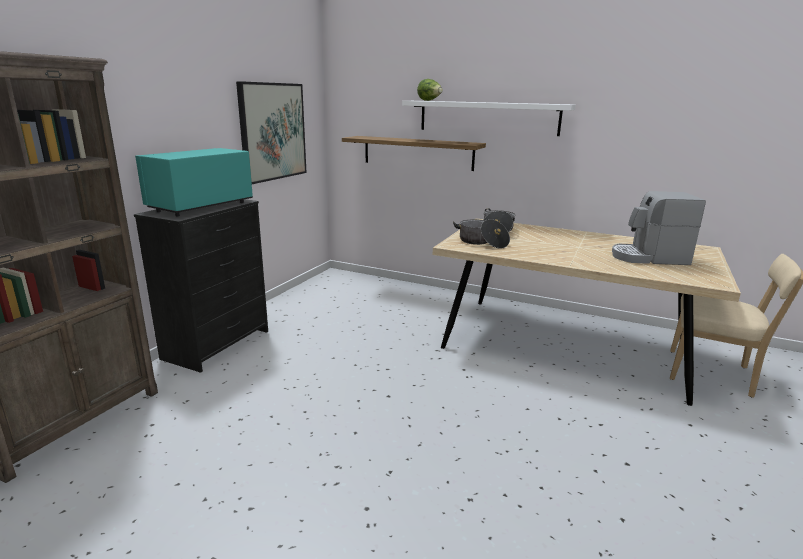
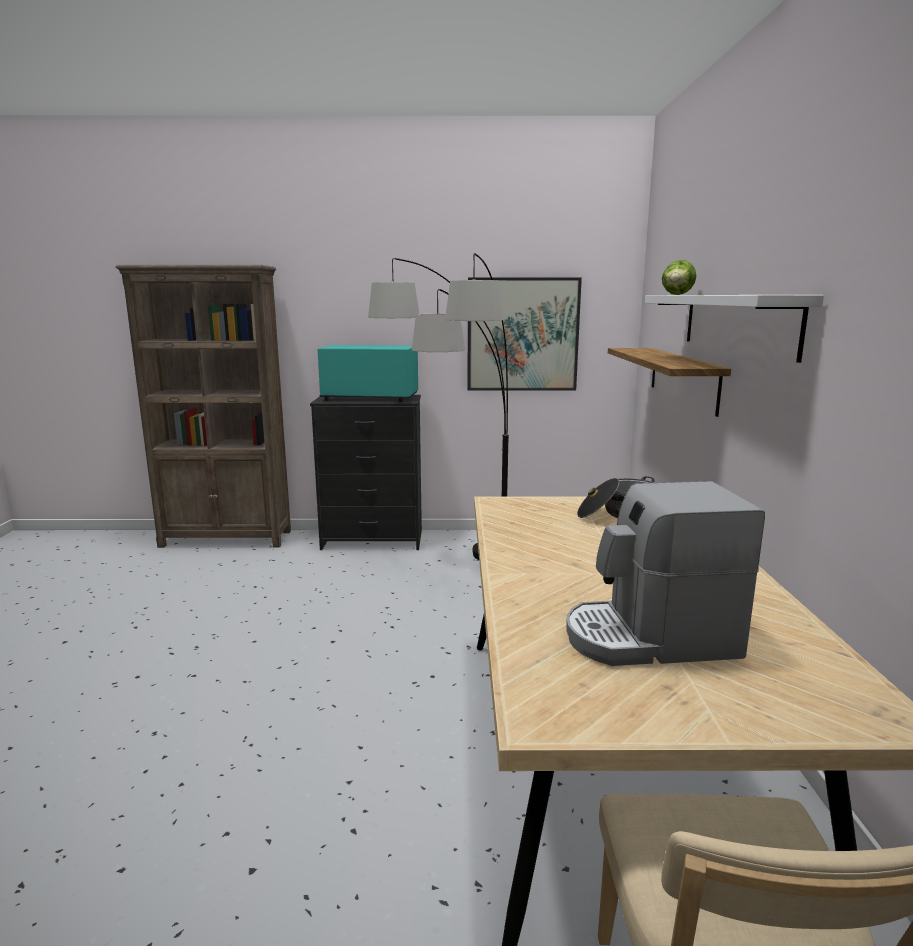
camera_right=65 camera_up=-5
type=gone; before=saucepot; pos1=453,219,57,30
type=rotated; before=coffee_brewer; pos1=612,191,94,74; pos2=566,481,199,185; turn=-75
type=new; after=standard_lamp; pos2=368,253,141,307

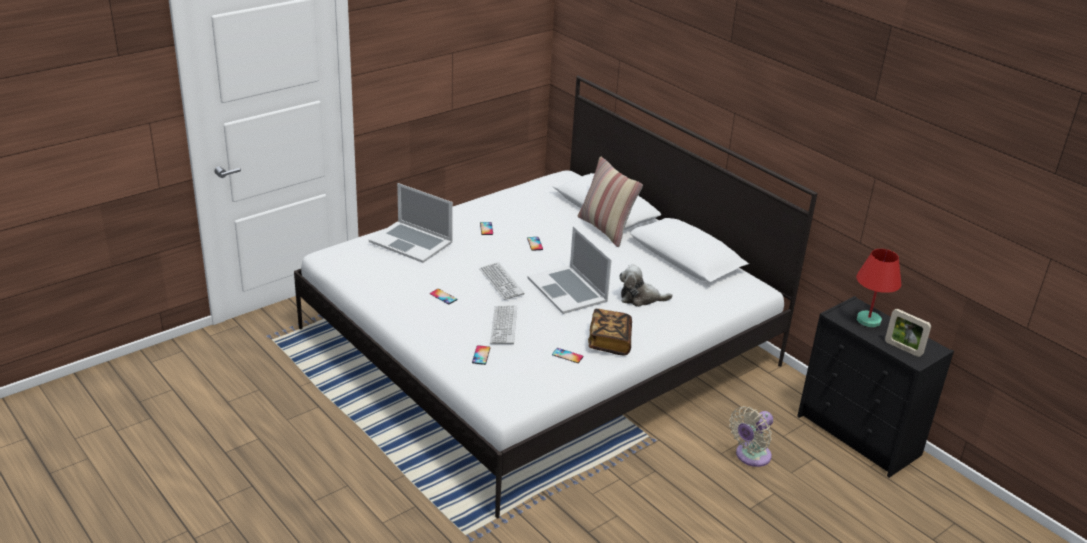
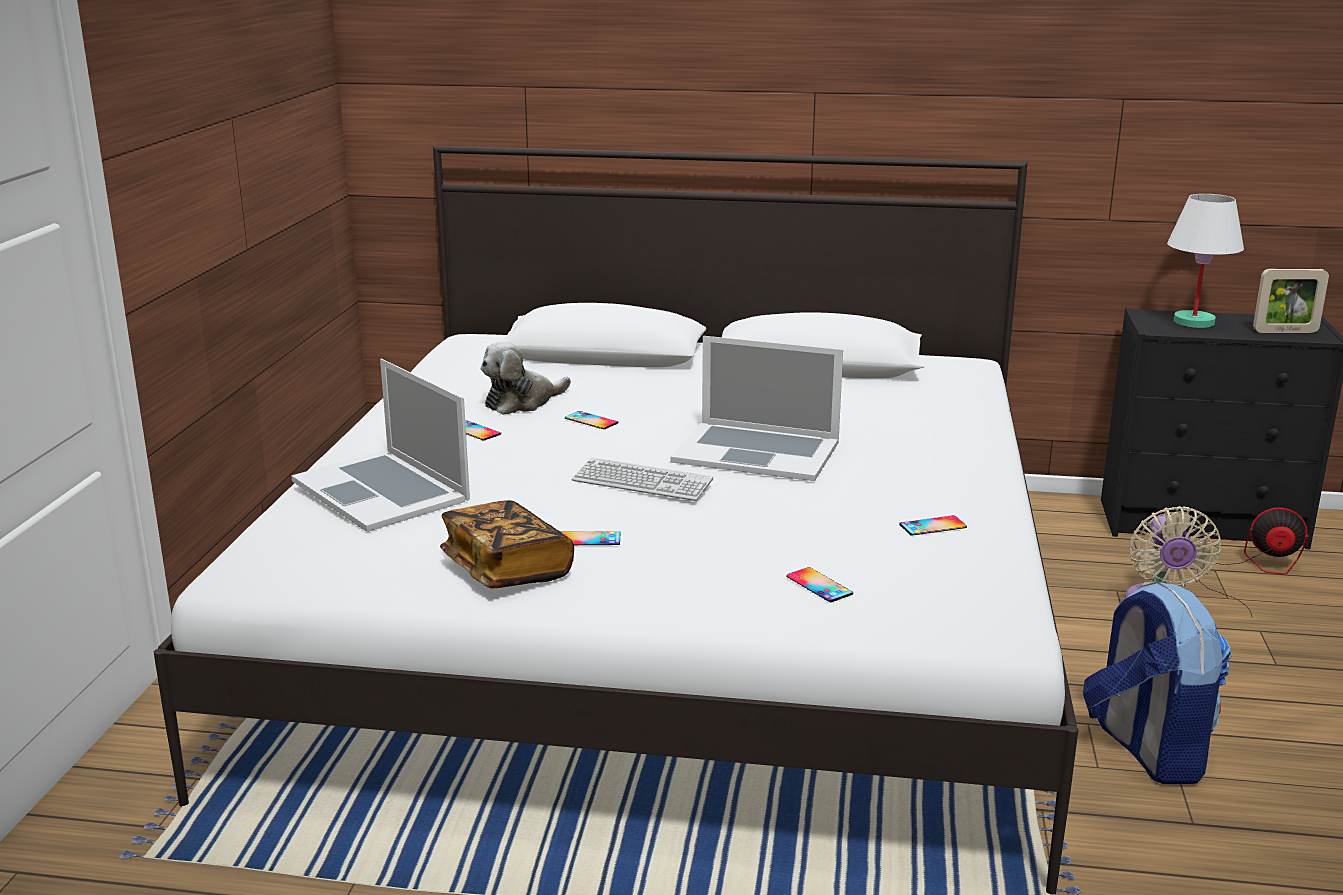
camera_right=-40 camera_up=-10
type=rotated; before=laptop; pos1=369,183,84,80; pos2=291,359,179,173; turn=60
type=gone; before=keyboard; pos1=490,305,27,39
type=gone; before=cushion; pos1=578,156,65,91
type=shifted; before=bound_book; pos1=588,309,44,46; pos2=440,500,134,88
type=shifted; before=cuddly_toy; pos1=619,265,54,42; pos2=481,341,90,74
type=repainted; before=red-coloured_table_lamp; after=whitish_table_lamp; pos1=856,249,45,78; pos2=1167,194,77,134
type=new; after=backpack; pos2=1083,582,149,202
type=new; after=electric_fan; pos2=1197,507,112,110

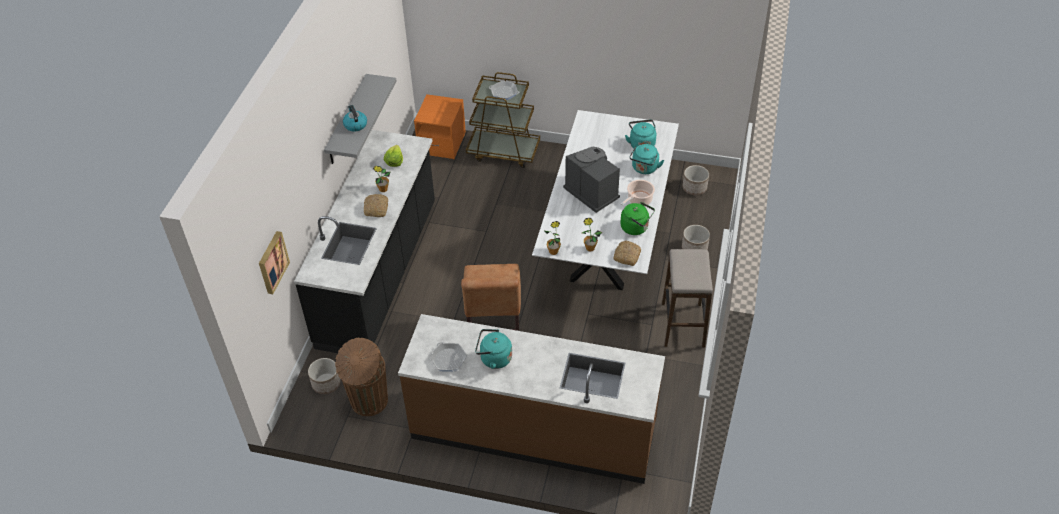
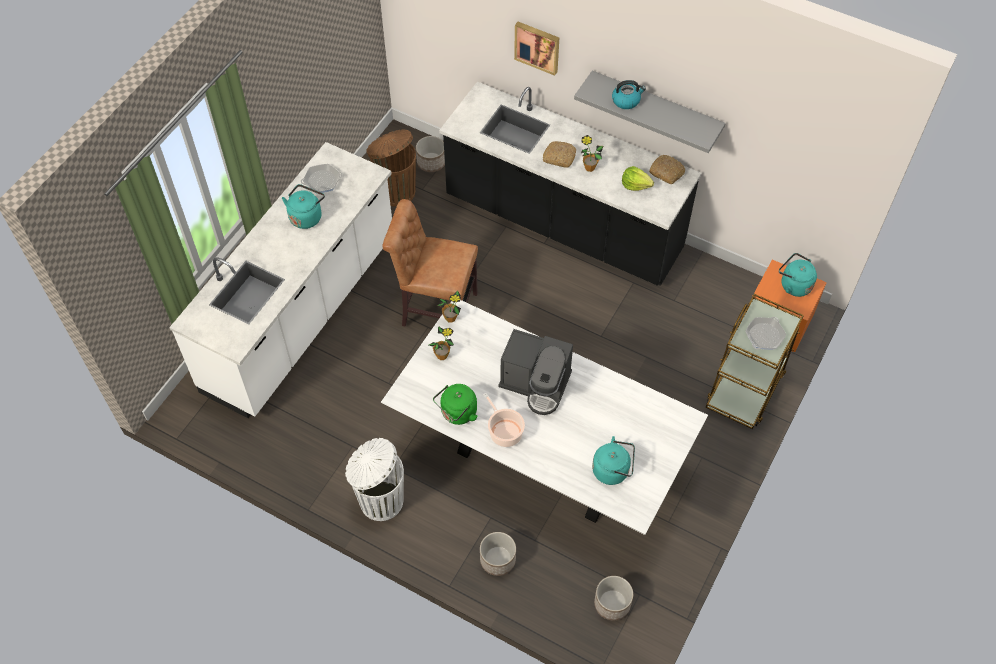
camera_right=105 camera_up=10
type=shifted; before=picture; pos1=259,231,31,63; pos2=514,22,45,54
type=repainted; before=brownish_kitchen_base_unit; after=whitish_kitchen_base_unit; pos1=398,314,267,170; pos2=169,142,223,276
type=rotated; before=coffee_brewer; pos1=563,147,57,66; pos2=498,329,75,86; turn=45
type=shifted; before=baked_bread; pos1=613,241,28,25; pos2=649,155,36,29
type=shifted; before=turquoise-coloured_tea_kettle; pos1=630,144,34,30; pos2=779,253,38,44
type=swapped; before=stool_seat; after=whitish_rubbish_bin; pos1=662,249,51,99; pos2=345,438,59,83

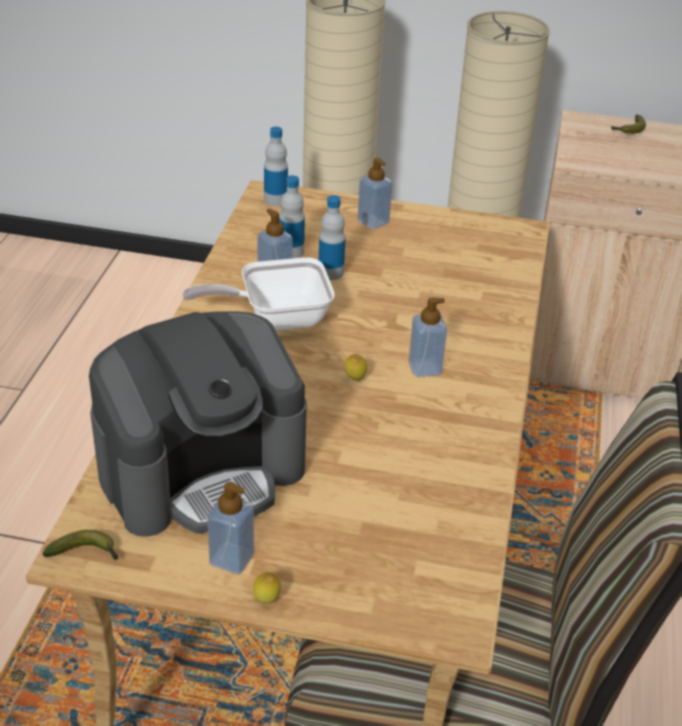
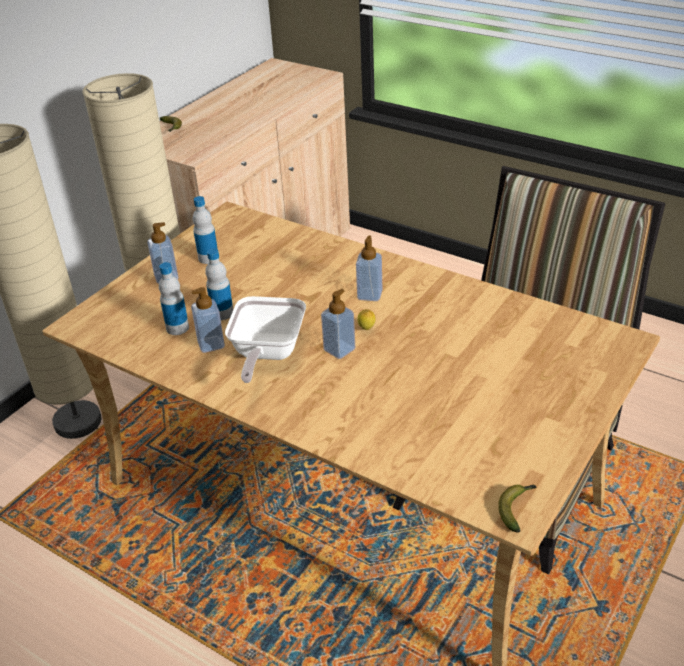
camera_right=-65 camera_up=0
type=gone; before=coffee_brewer; pos1=89,311,218,226
type=shifted; before=soap_bottle; pos1=207,482,47,92; pos2=321,289,34,70
type=gone; before=whole_lemon; pos1=253,572,28,32
type=shifted; before=beverage_bottle; pos1=264,127,24,79; pos2=193,196,25,68

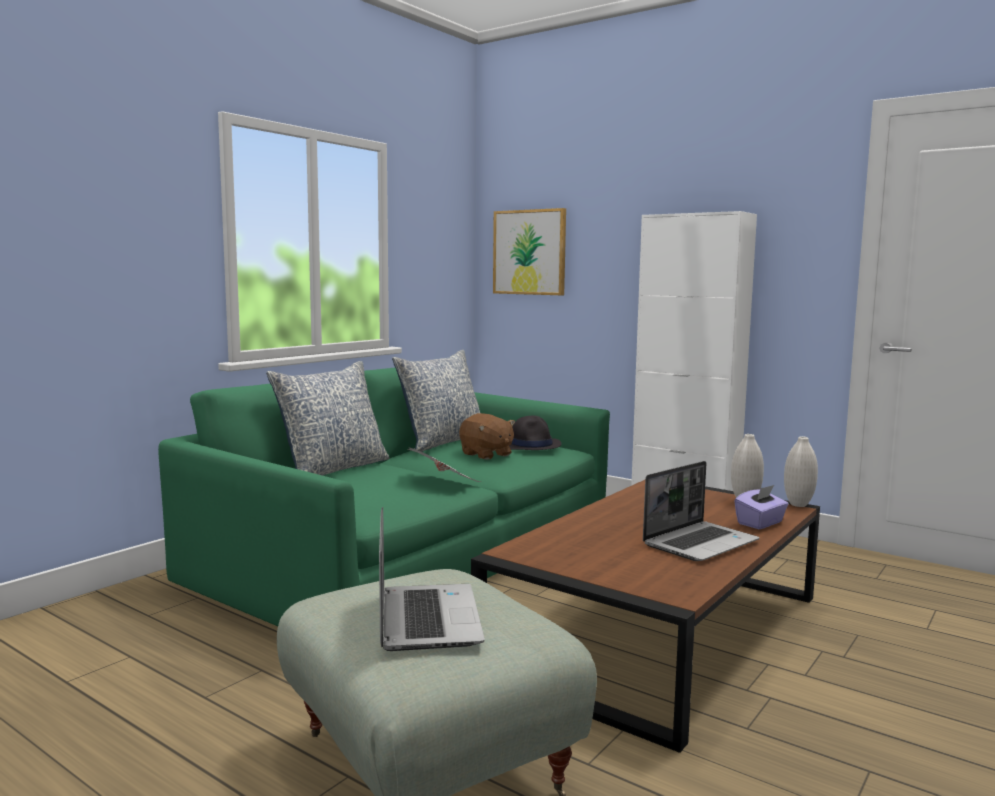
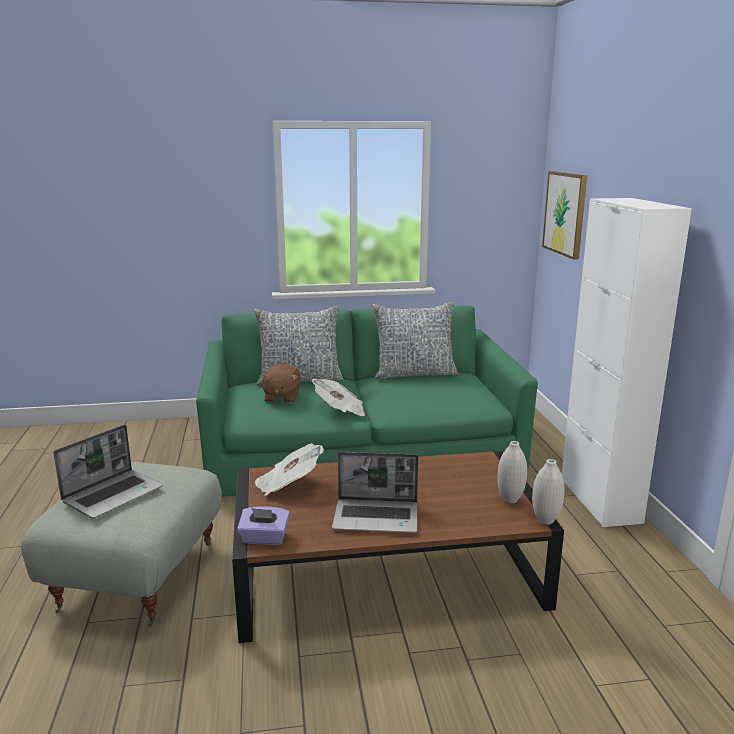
camera_right=45 camera_up=10
type=shifted; before=brownish_cuddly_toy; pos1=459,413,56,47; pos2=259,363,41,40
type=gone; before=blackish_clothing_hat; pos1=509,416,52,34
type=shifted; before=purple-coloured_tissue_box; pos1=734,485,55,44; pos2=237,506,53,39
type=new; after=printed_paper; pos2=254,443,70,53

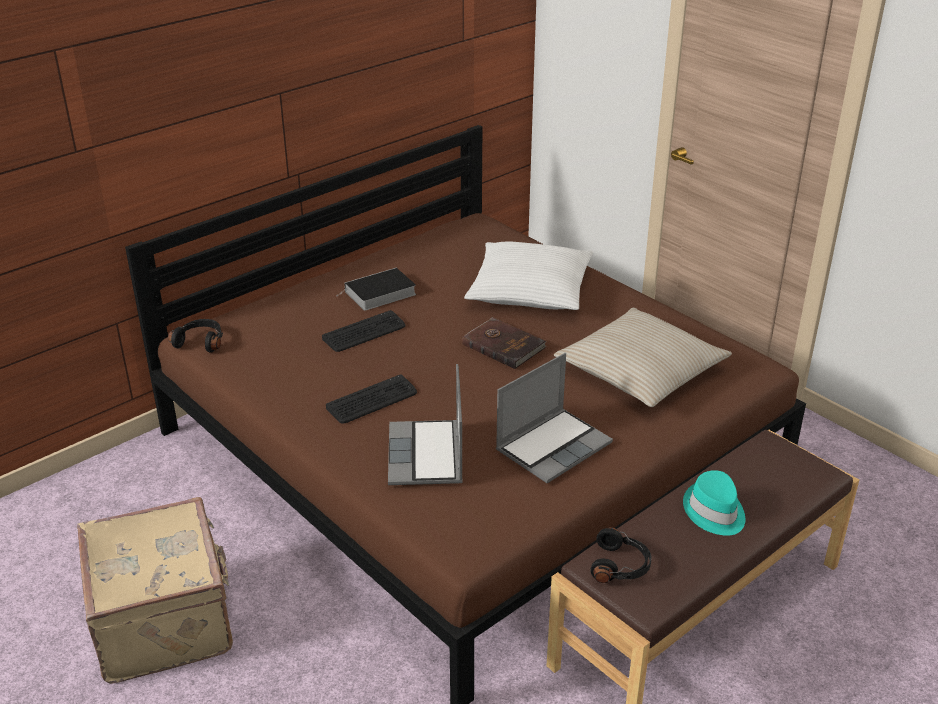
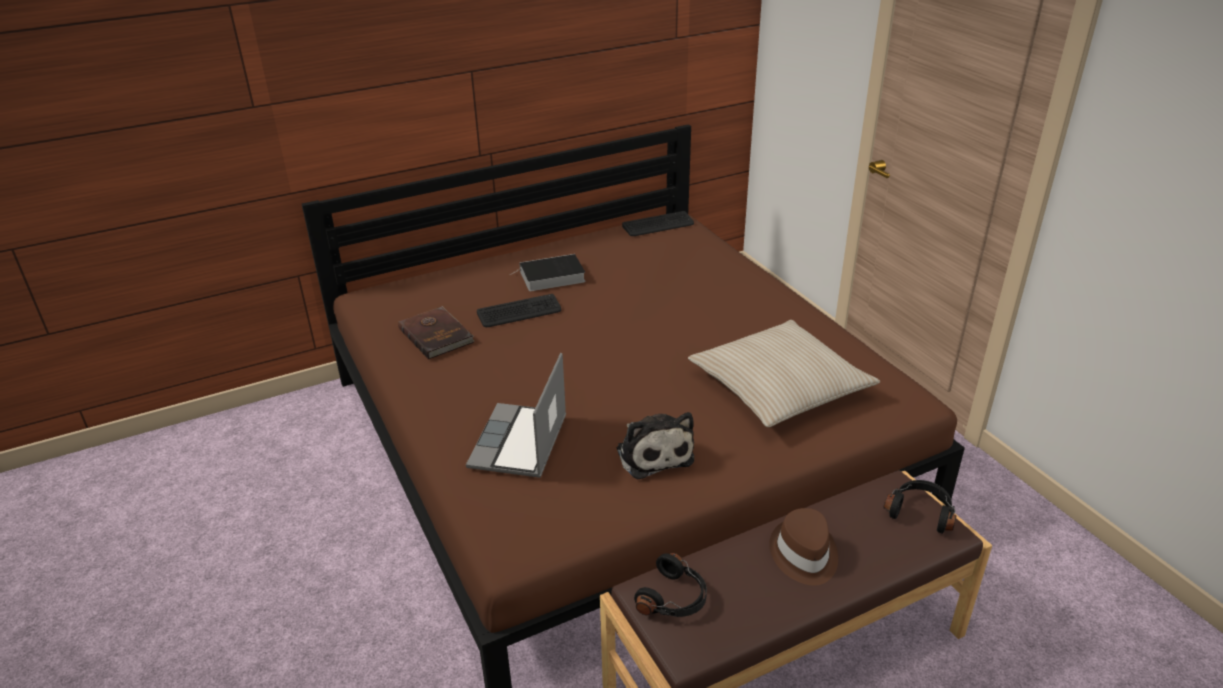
camera_right=15 camera_up=0
type=gone; before=beige-coloured_travel_case; pos1=77,497,156,187
type=shifted; before=blackish_headset; pos1=168,319,55,34; pos2=883,480,73,54
type=shifted; before=keyboard; pos1=326,374,91,49; pos2=622,211,72,25
type=shifted; before=brownish_bound_book; pos1=462,317,84,52; pos2=398,306,76,53
type=gone; before=whitish_cushion; pos1=464,242,129,68
type=swapped; before=laptop; after=cuddly_toy; pos1=496,353,117,130; pos2=617,412,77,68
type=repainted; before=turquoise-coloured_clothing_hat; after=brownish_clothing_hat; pos1=683,470,62,66; pos2=769,508,69,78

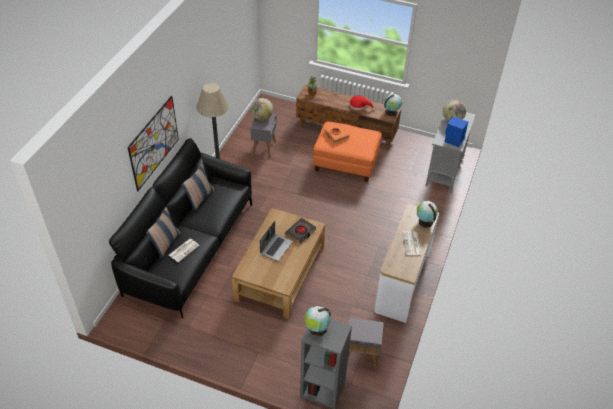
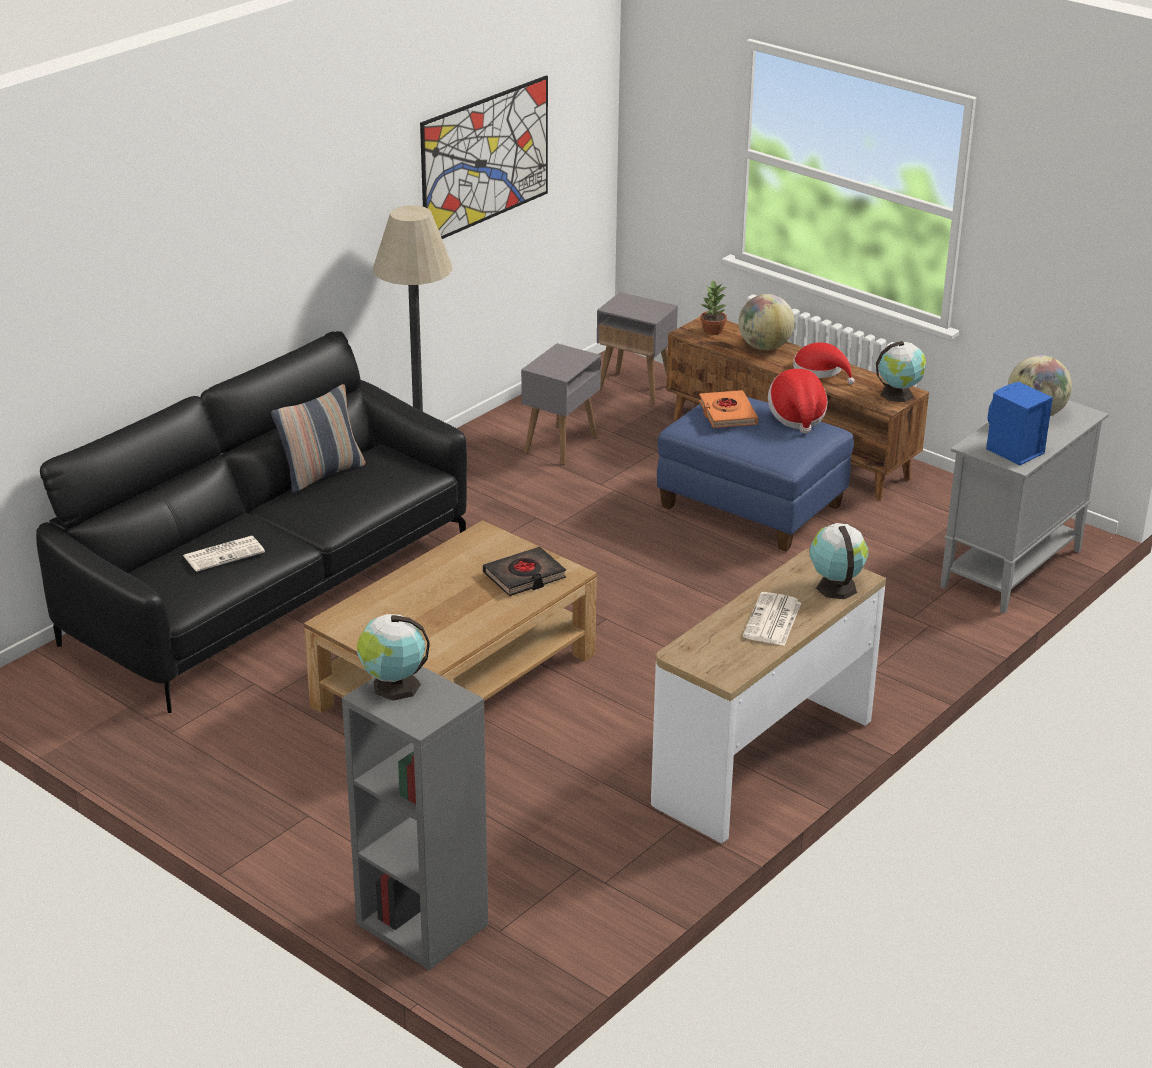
camera_right=20 camera_up=-15
type=shifted; before=picture; pos1=127,96,52,95; pos2=420,75,128,164
type=gone; before=cushion; pos1=146,208,35,51
type=shifted; before=globe; pos1=251,98,22,22; pos2=738,294,57,56
type=gone; before=laptop; pos1=260,221,33,40
type=repainted; before=orangey_pouffe; after=bluish_pouffe; pos1=313,122,69,60; pos2=657,397,197,154
type=shifted; before=greyish_side_table; pos1=348,317,36,52; pos2=597,292,81,112
type=new; after=clothing_hat; pos2=768,369,59,65

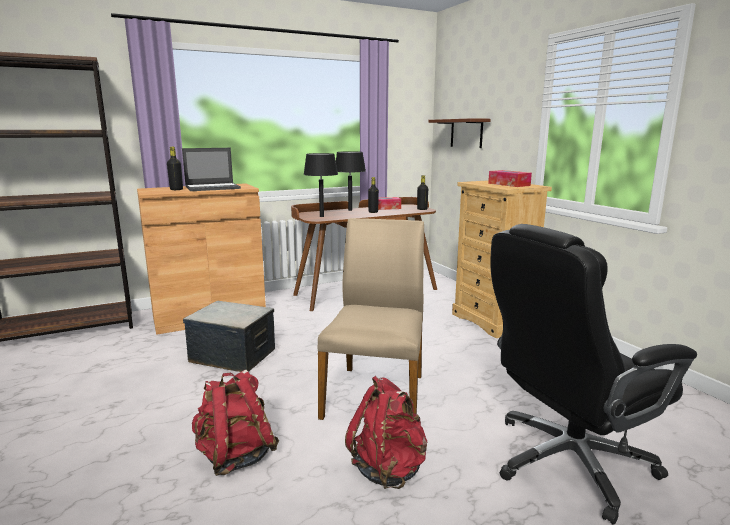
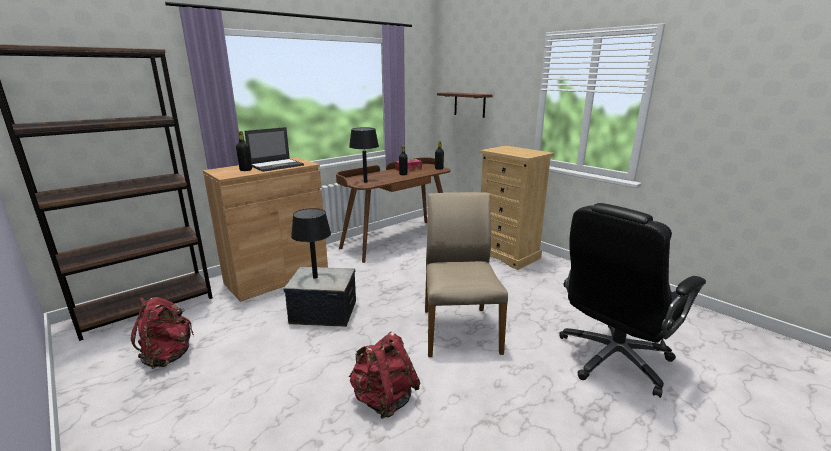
camera_right=-15 camera_up=5
type=shifted; before=blackish_table_lamp; pos1=336,151,30,60; pos2=291,208,40,71
type=shifted; before=red-coloured_backpack; pos1=345,376,83,113; pos2=131,297,63,72
type=gone; before=tissue_box; pos1=488,170,44,17

